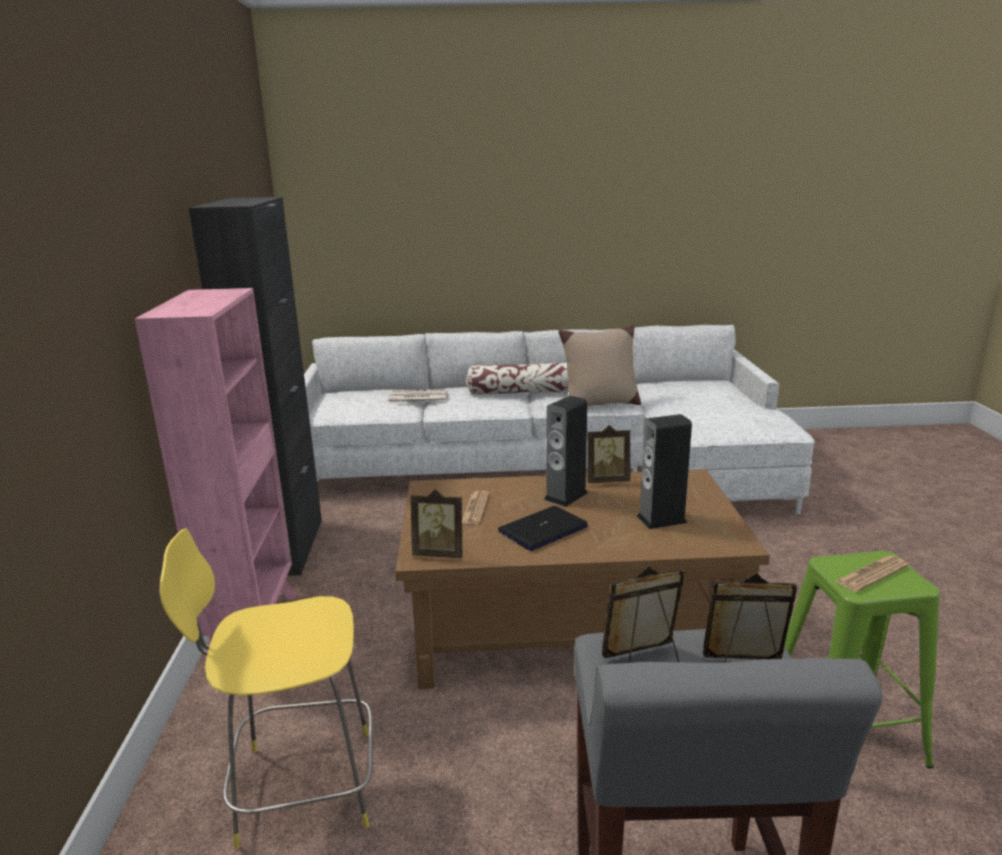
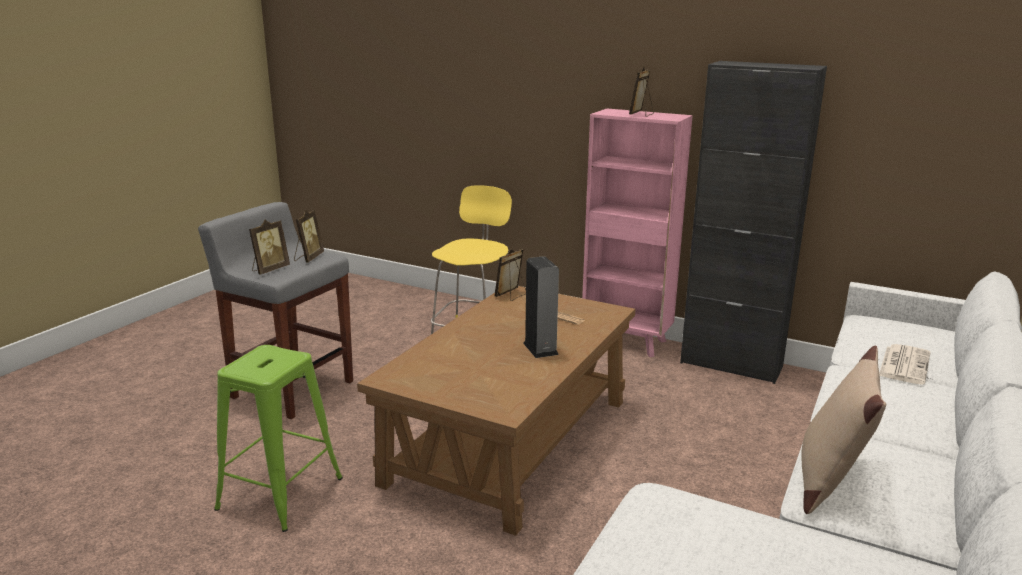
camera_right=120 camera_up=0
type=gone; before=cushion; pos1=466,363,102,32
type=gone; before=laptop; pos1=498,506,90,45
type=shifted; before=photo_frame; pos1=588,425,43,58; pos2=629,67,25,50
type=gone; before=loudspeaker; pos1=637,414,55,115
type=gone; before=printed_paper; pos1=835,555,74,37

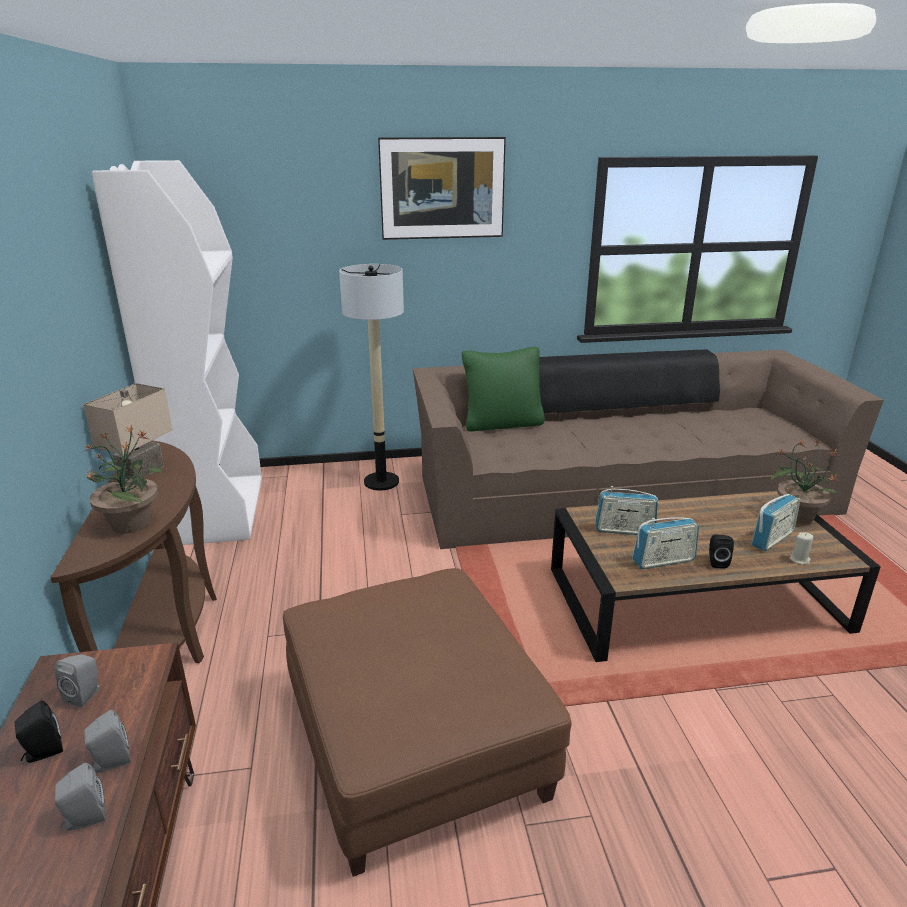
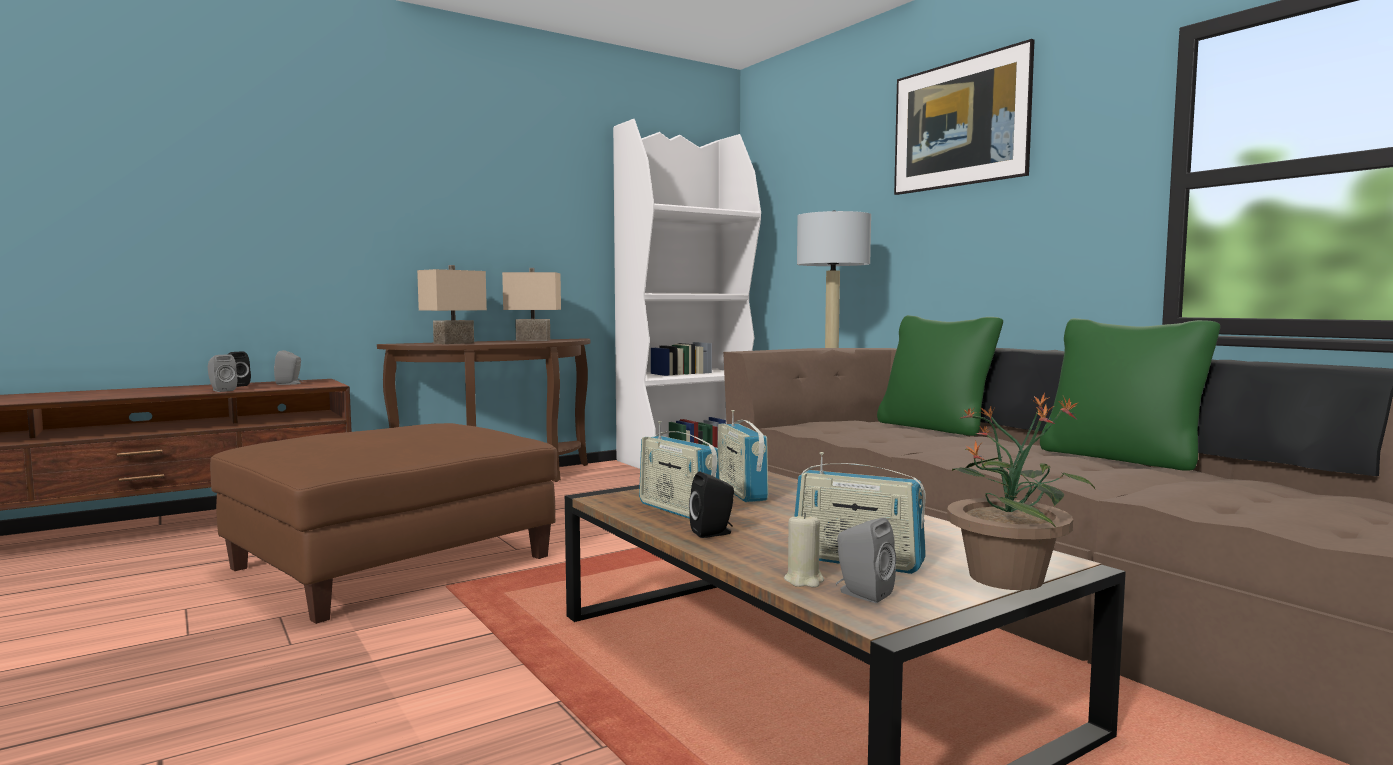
camera_right=65 camera_up=-20
type=shifted; before=greyish_loudspeaker; pos1=55,763,50,68; pos2=836,518,60,85
type=swapped; before=plant_in_a_pot; after=beige-coloured_table_lamp; pos1=85,425,79,108; pos2=417,265,70,79
type=new; after=green-coloured_cushion; pos2=1040,318,180,153

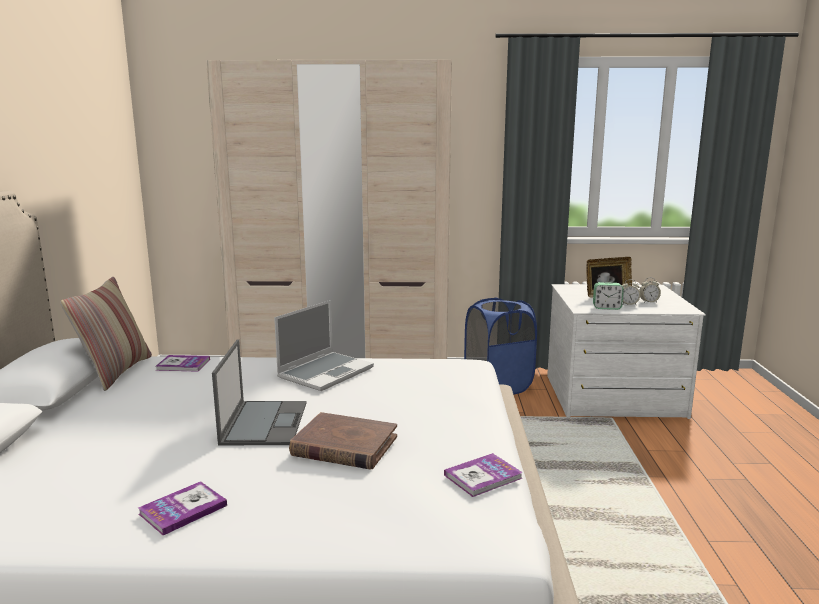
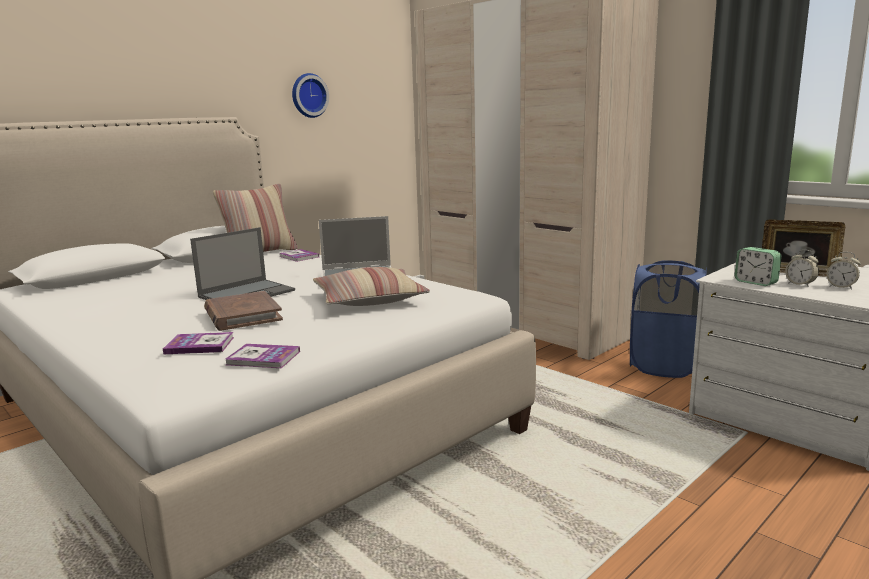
camera_right=45 camera_up=0
type=shifted; before=bound_book; pos1=138,481,89,54; pos2=163,332,71,22
type=new; after=wall_clock; pos2=292,73,37,45
type=new; after=cushion; pos2=313,267,117,39

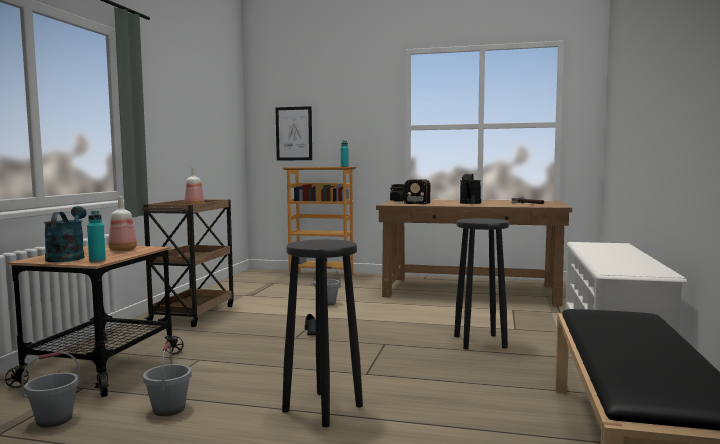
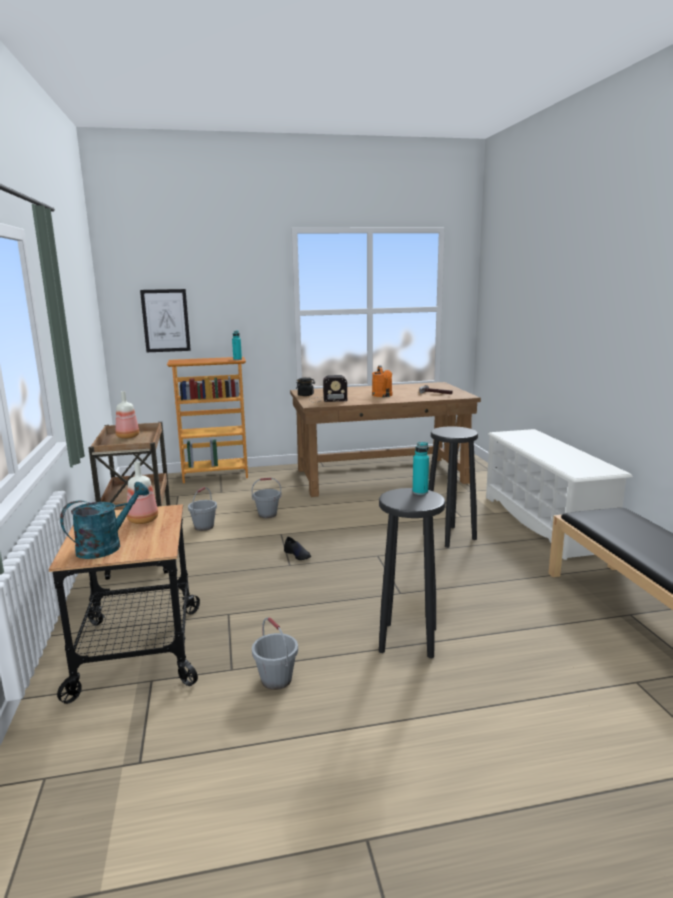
camera_right=-25 camera_up=10
type=shifted; before=greyish_water_bucket; pos1=21,351,59,77; pos2=188,487,29,44
type=rotated; before=turquoise-coloured_watering_pot; pos1=44,206,43,56; pos2=60,482,89,77; turn=75
type=shifted; before=turquoise-coloured_beverage_bottle; pos1=87,210,19,53; pos2=413,442,16,53
type=repainted; before=blackish_watering_pot; after=orangey_watering_pot; pos1=460,174,21,30; pos2=372,366,20,31

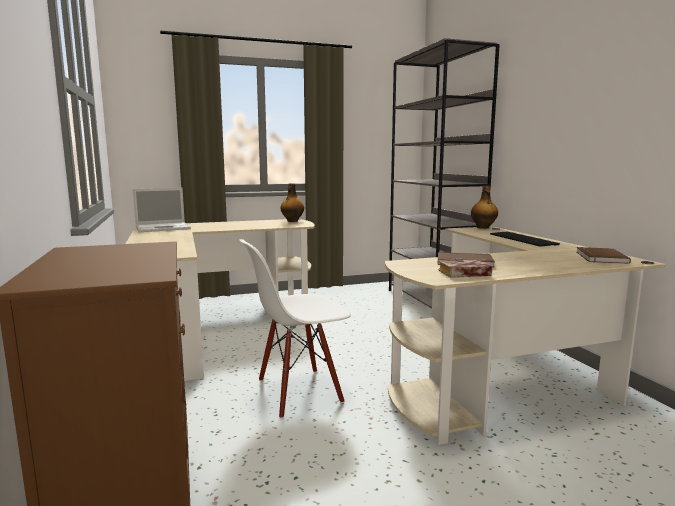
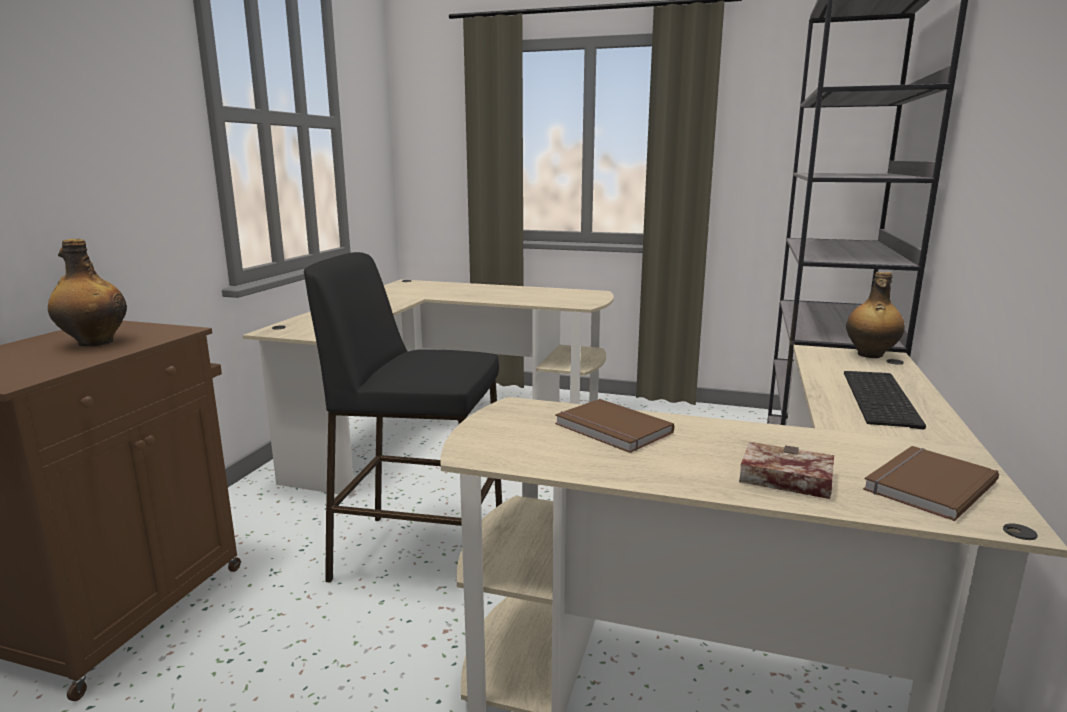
camera_right=35 camera_up=5
type=gone; before=laptop; pos1=133,188,58,44
type=swapped; before=whitish_chair; after=blackish_stool_seat; pos1=239,239,112,180; pos2=304,252,198,331
type=shifted; before=beverage_bottle; pos1=281,183,23,39; pos2=48,239,79,107
type=shifted; before=bound_book; pos1=438,259,54,19; pos2=739,442,95,57

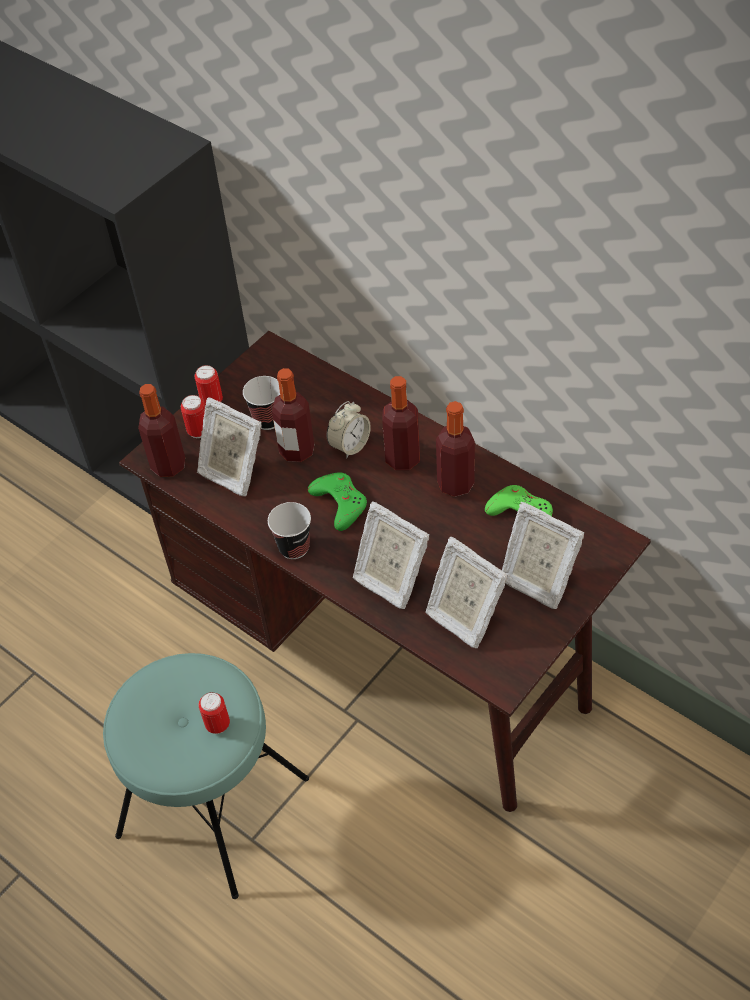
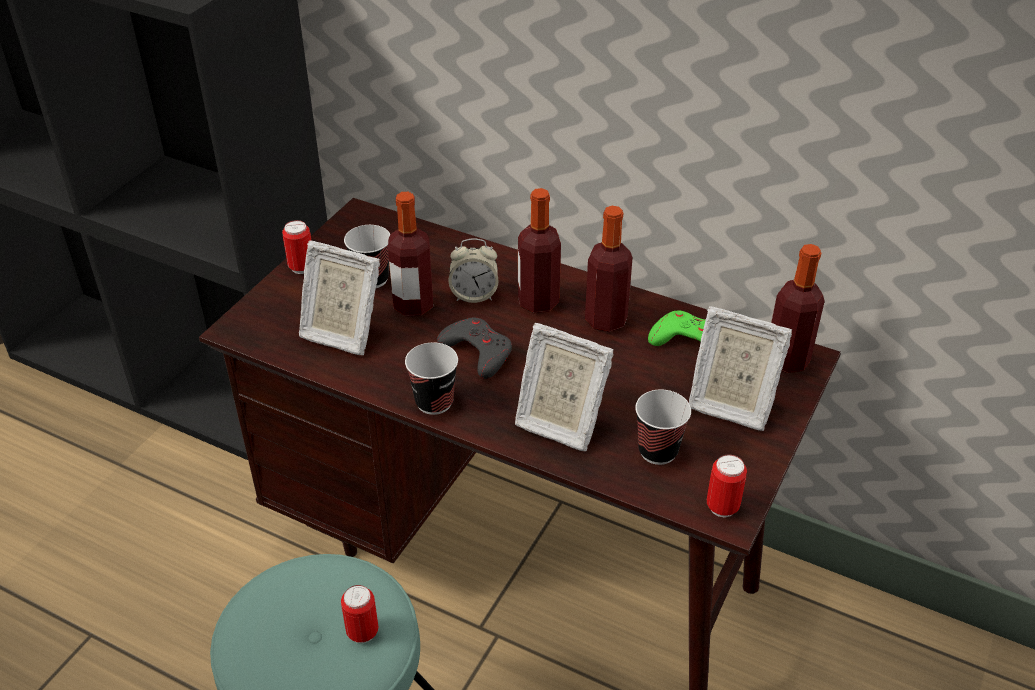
camera_right=-15 camera_up=-10
type=shifted; before=beverage_bottle; pos1=138,384,47,93; pos2=771,244,54,129
type=shifted; before=sealed_can; pos1=181,395,24,43; pos2=707,455,40,62
type=repainted; before=green-coloured_game_controller; after=greyish_game_controller; pos1=308,472,59,59; pos2=437,317,75,62
type=rotated; before=bedside_clock; pos1=327,401,44,58; pos2=448,238,51,65; turn=60
type=swapped; before=photo_frame; after=small_cup; pos1=425,537,83,111; pos2=635,389,56,76

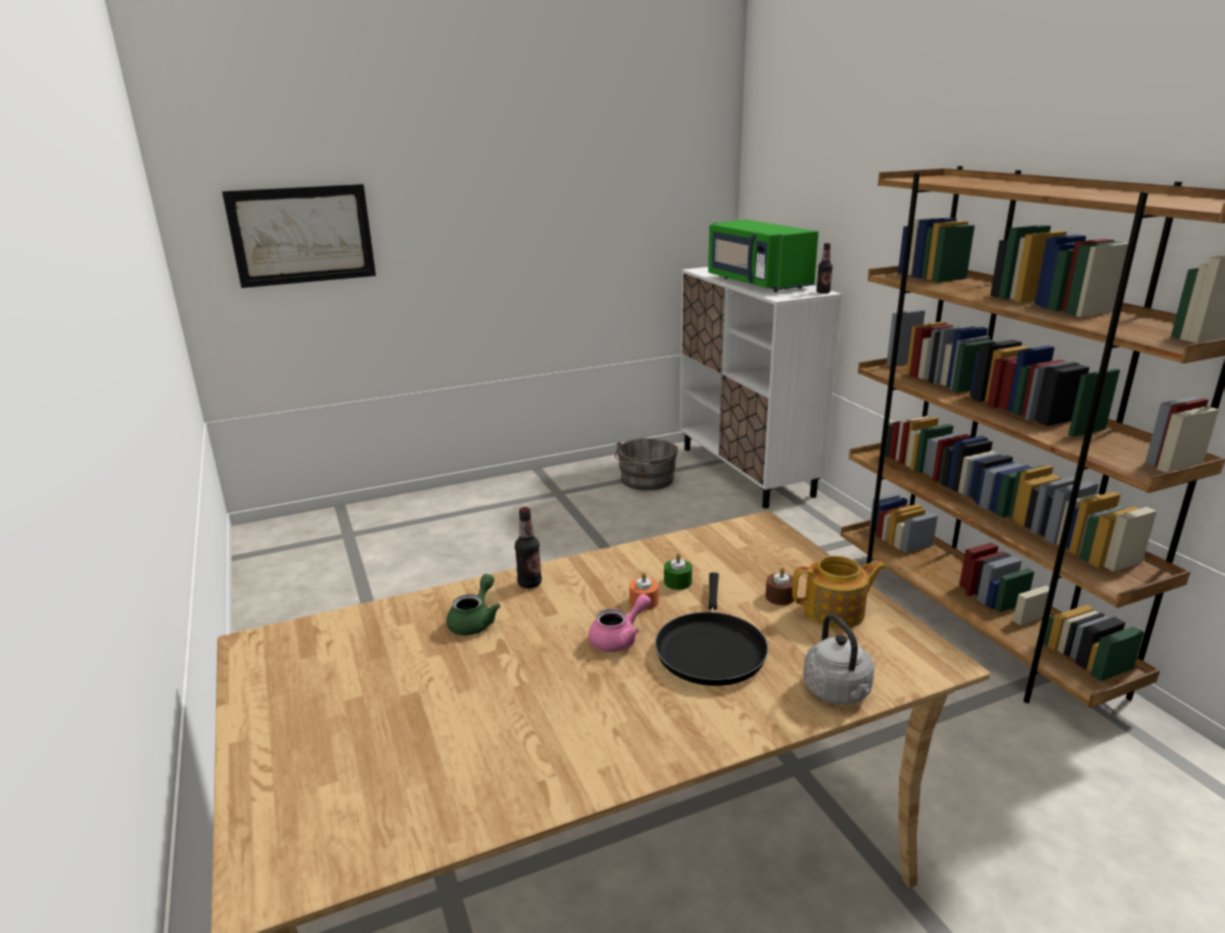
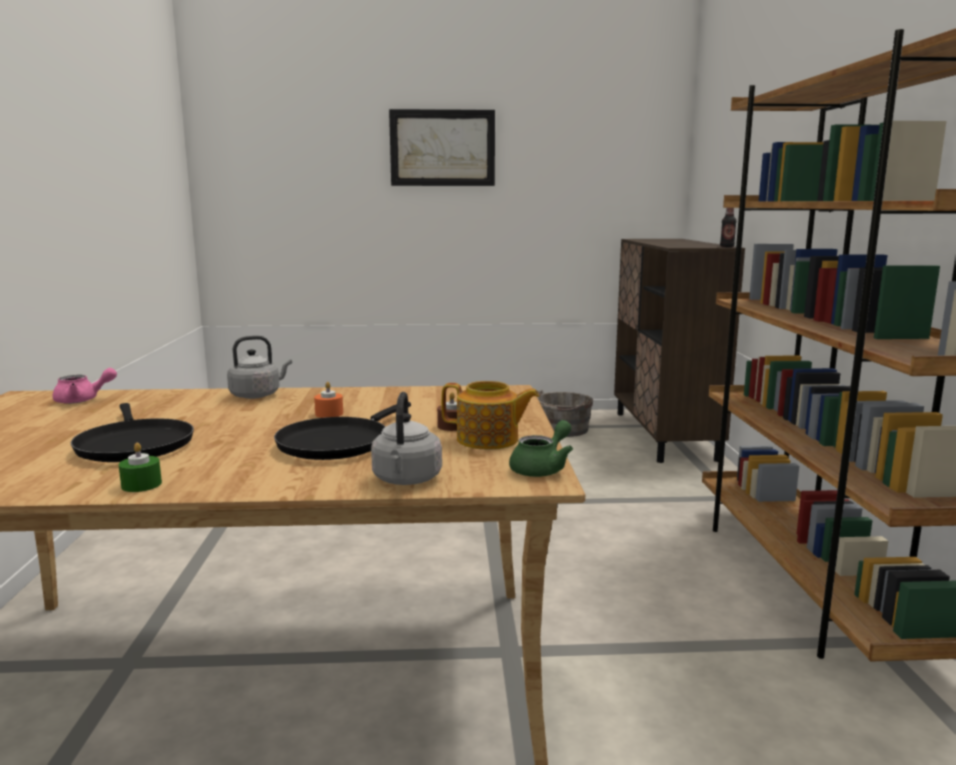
camera_right=20 camera_up=-10
type=shifted; before=picture; pos1=222,184,154,104; pos2=389,109,106,77
type=shifted; before=green-coloured_pot_for_tea; pos1=446,574,55,61; pos2=509,420,64,57
type=swapped; before=beverage_bottle; after=greyish_tea_kettle; pos1=515,507,27,82; pos2=227,336,65,63
type=shifted; before=pinkish_pot_for_tea; pos1=588,594,63,58; pos2=52,368,65,36
type=shifted; before=green-coloured_wax_candle; pos1=664,553,28,37; pos2=119,443,43,49
type=repainted; before=whitish_cabinet; after=brownish_cabinet; pos1=680,267,162,241; pos2=614,239,131,224
type=gone; before=green-coloured_microwave_oven; pos1=708,219,111,73
type=new; after=blackish_pan; pos2=70,403,124,59

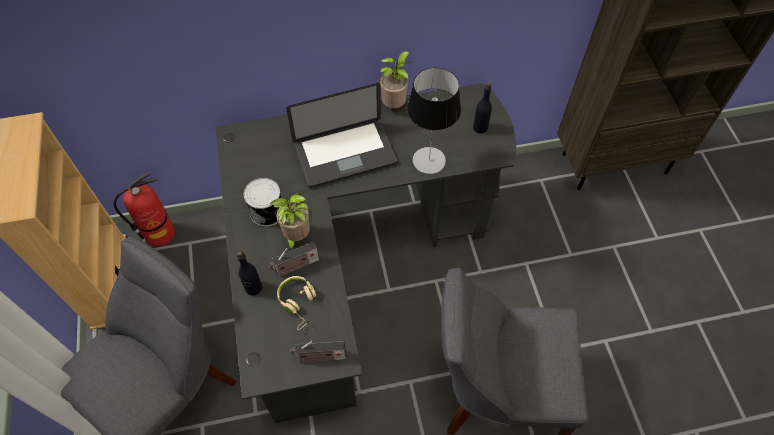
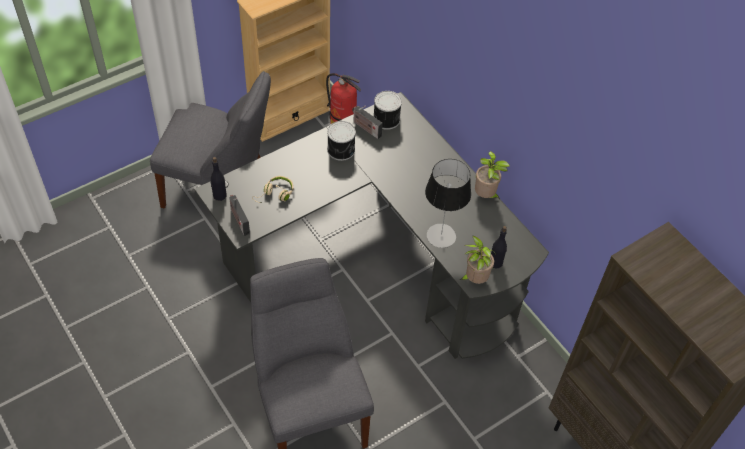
camera_right=65 camera_up=-5
type=shifted; before=blackish_beverage_bottle; pos1=237,251,25,45; pos2=210,157,17,44
type=shifted; before=radio_set; pos1=269,241,50,36; pos2=352,106,31,33
type=shifted; before=plant_in_a_pot; pos1=270,193,40,58; pos2=459,235,37,49
type=gone; before=laptop; pos1=286,83,112,105
type=new; after=sealed_can; pos2=373,91,29,39

